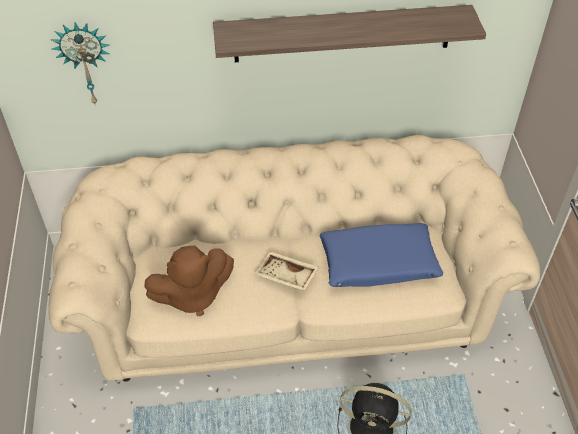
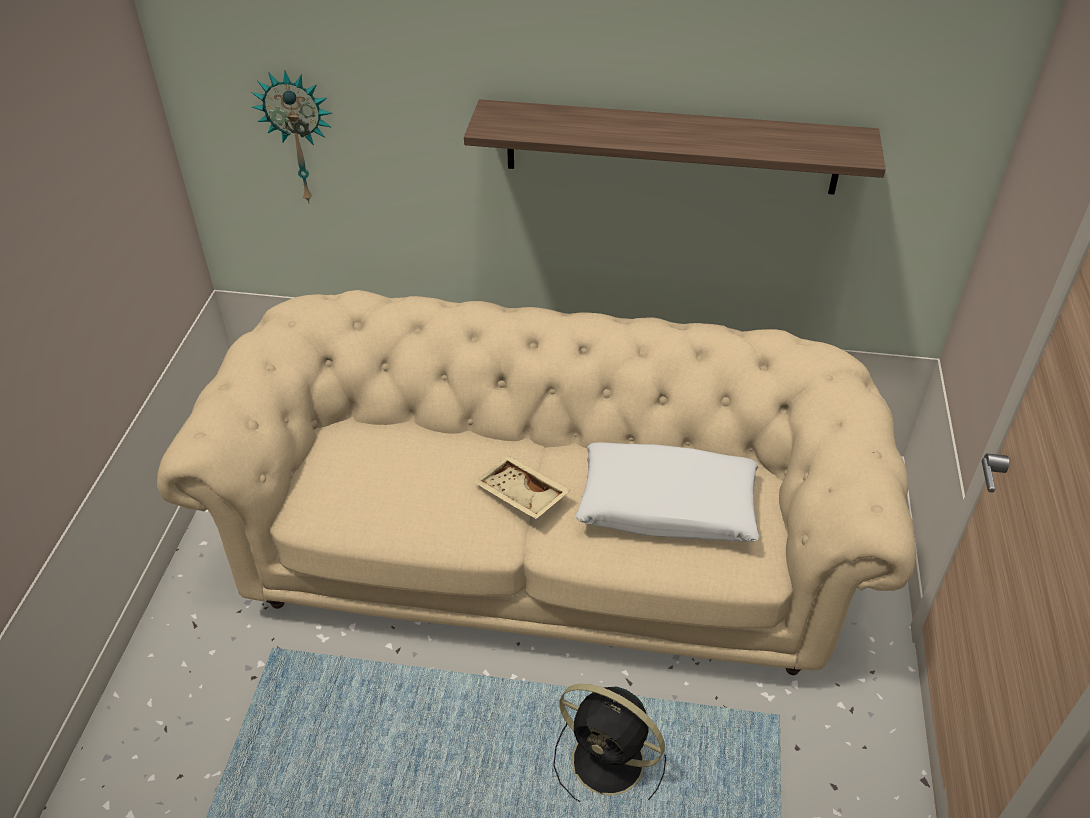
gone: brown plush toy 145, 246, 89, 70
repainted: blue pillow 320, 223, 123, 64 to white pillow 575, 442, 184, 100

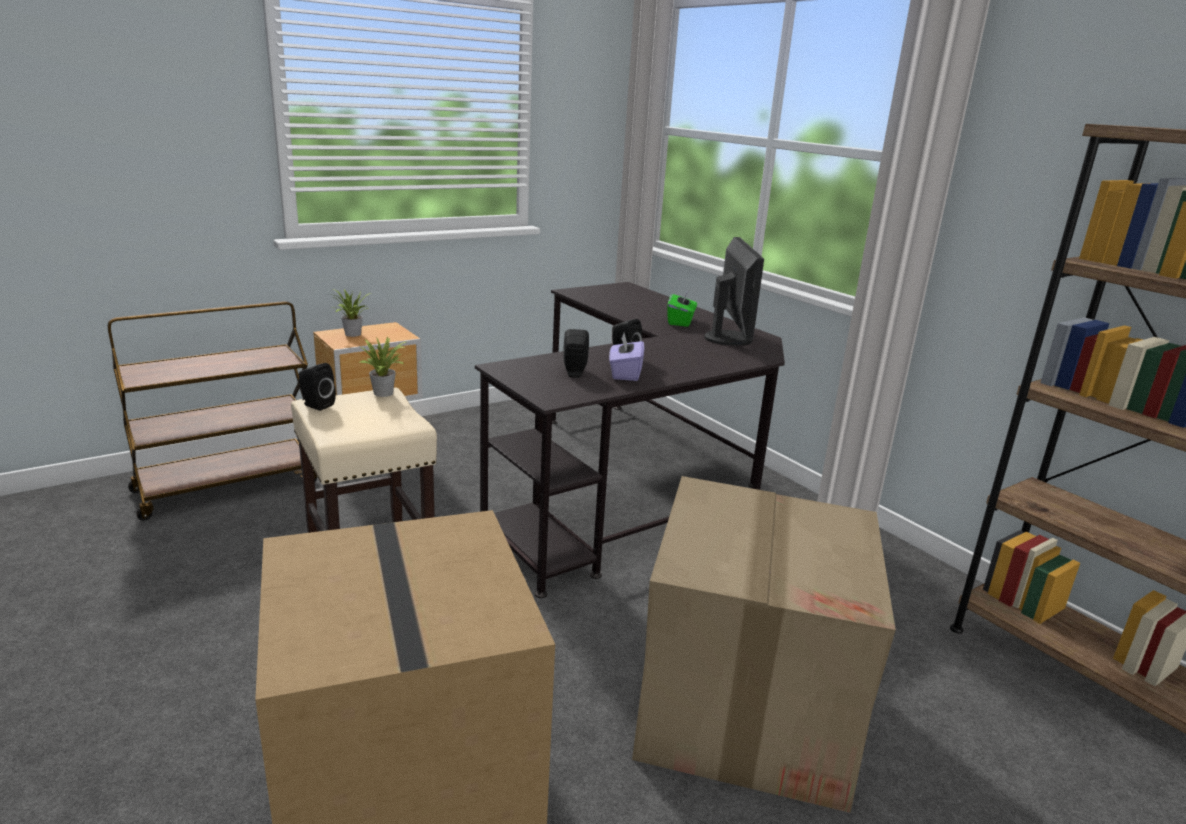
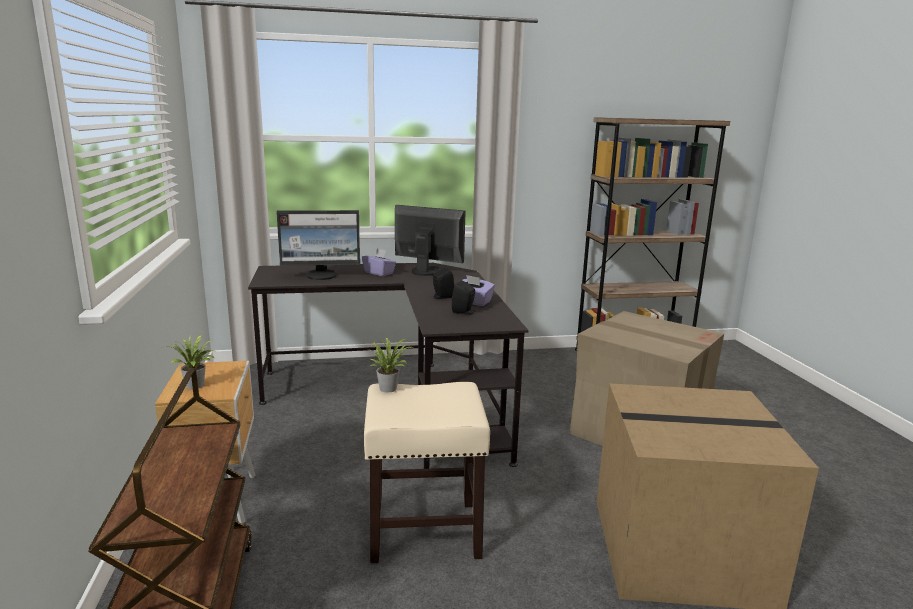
gone: black speaker 299, 363, 37, 48
new: monitor 276, 210, 84, 70
repainted: green tissue box 667, 289, 30, 38 to purple tissue box 362, 249, 34, 27

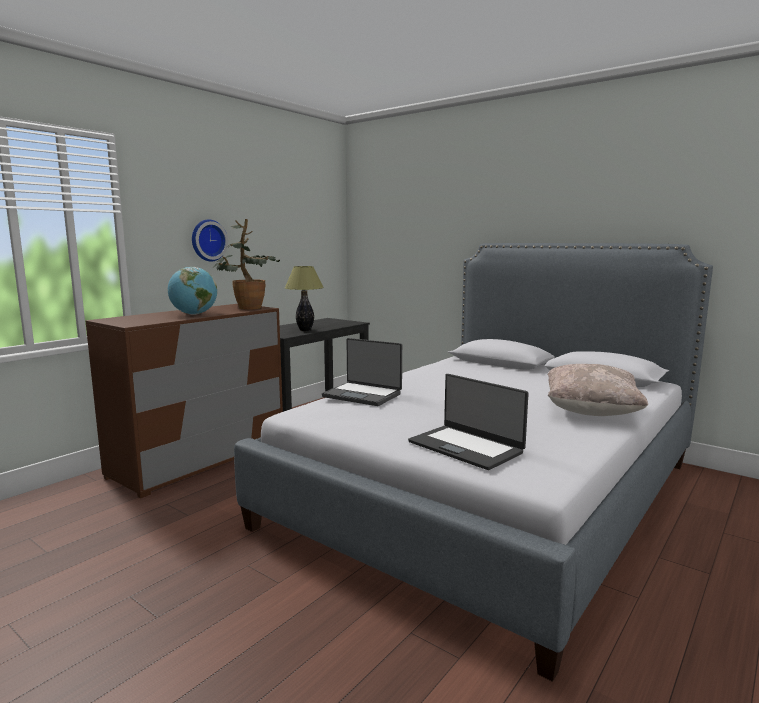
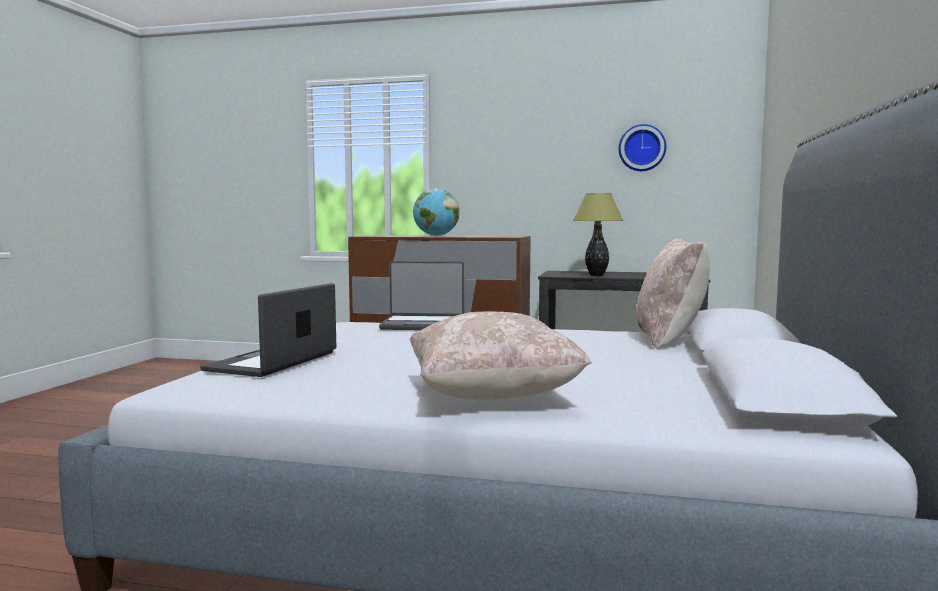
gone: potted plant 213, 219, 67, 91
new: beige pillow 636, 239, 74, 110
shifted: wall clock 192, 219, 36, 43 to 619, 124, 47, 47
rotated: laptop 322, 338, 80, 68 = 379, 261, 85, 69 90 degrees counterclockwise

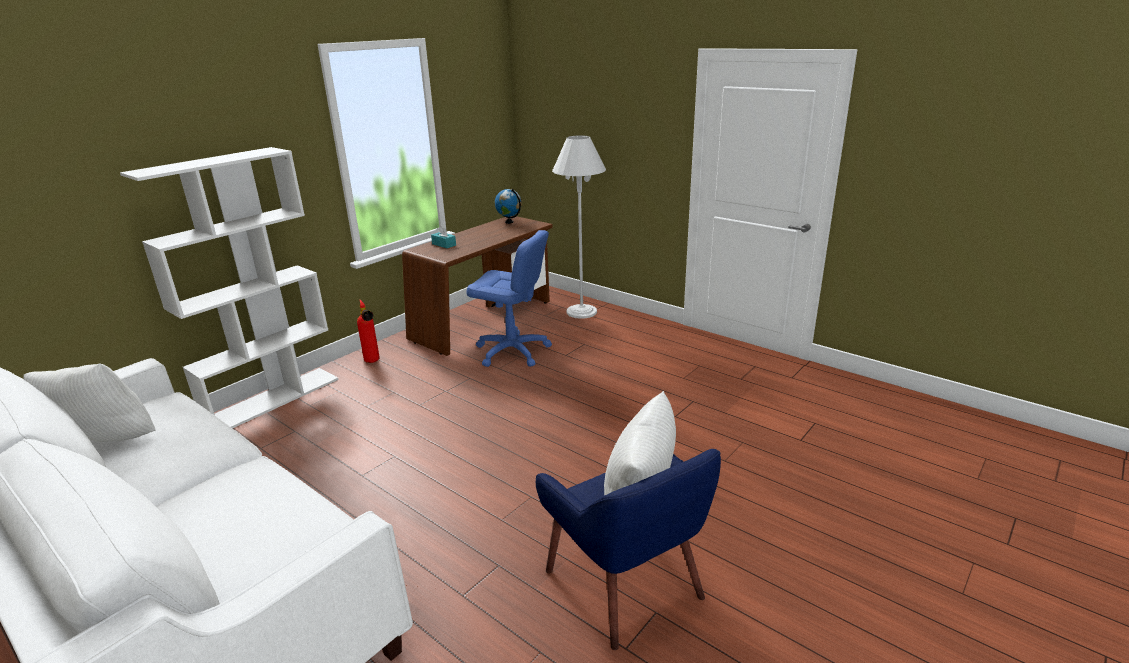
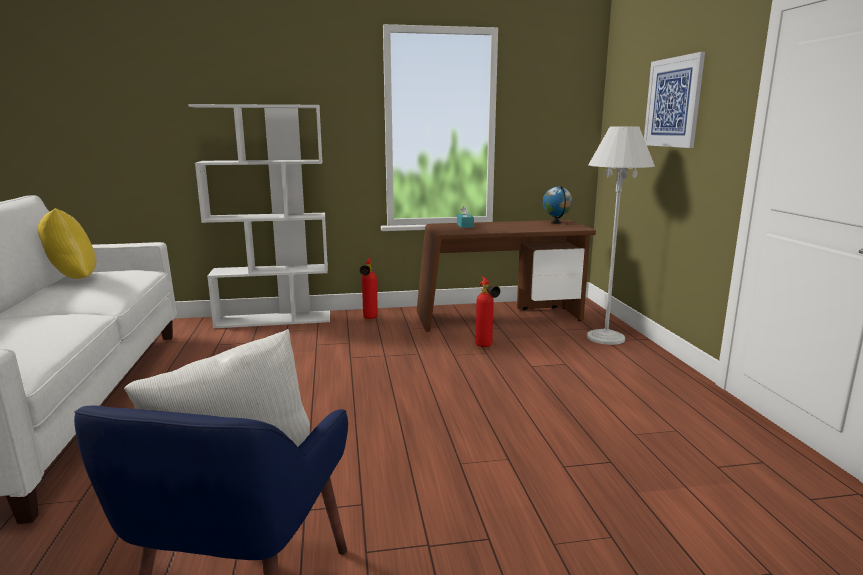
new: picture 644, 52, 61, 96
swapped: blue office chair 466, 230, 86, 137 to fire extinguisher 476, 276, 24, 71
repainted: white pillow 23, 363, 133, 79 to yellow pillow 38, 208, 58, 71

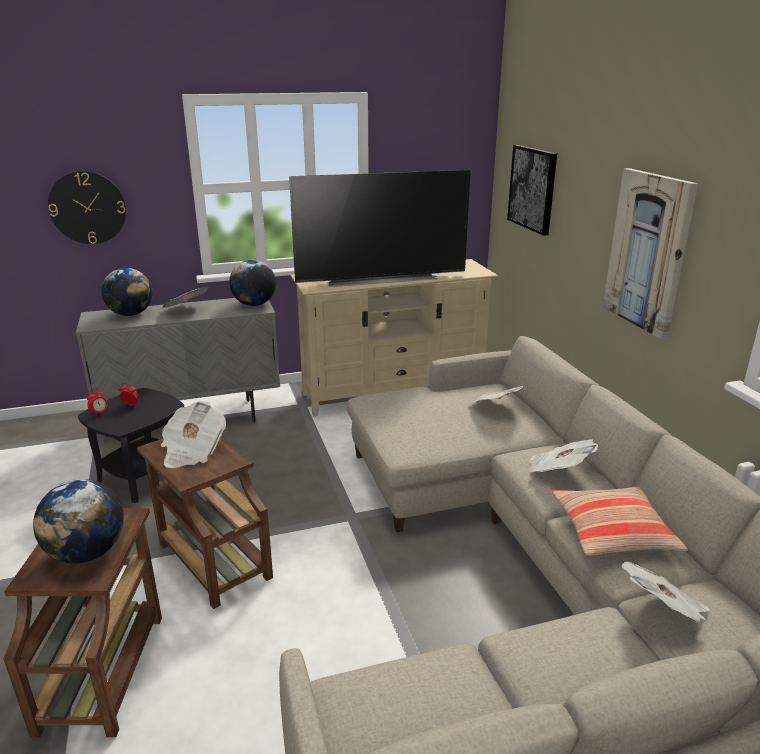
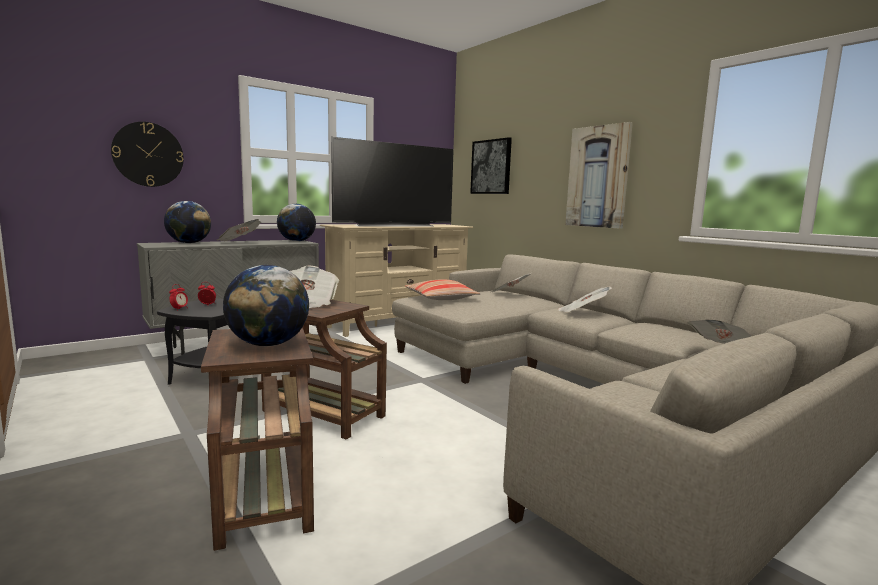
shifted: pillow 552, 486, 136, 70 to 405, 280, 75, 20

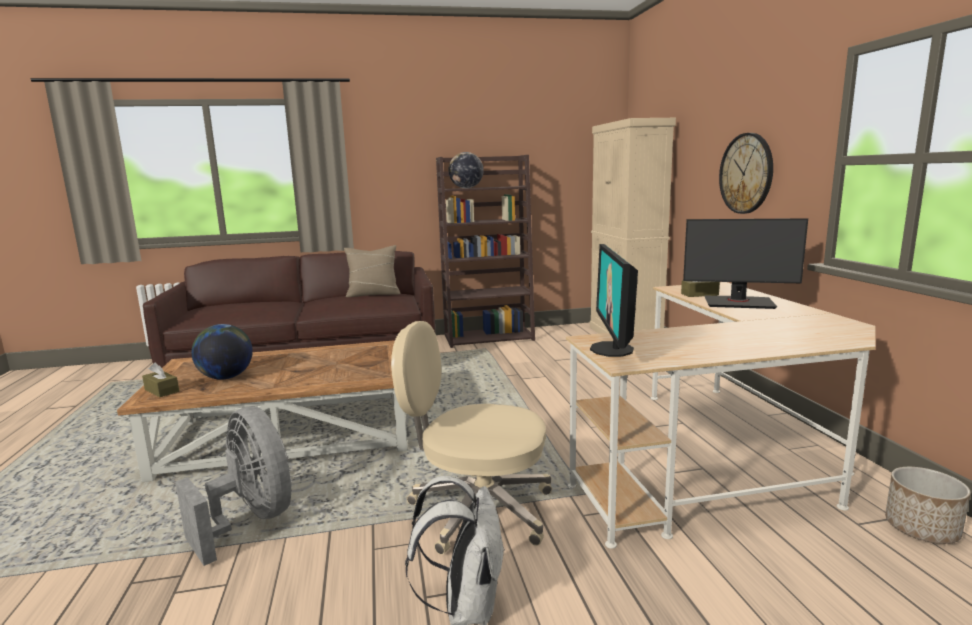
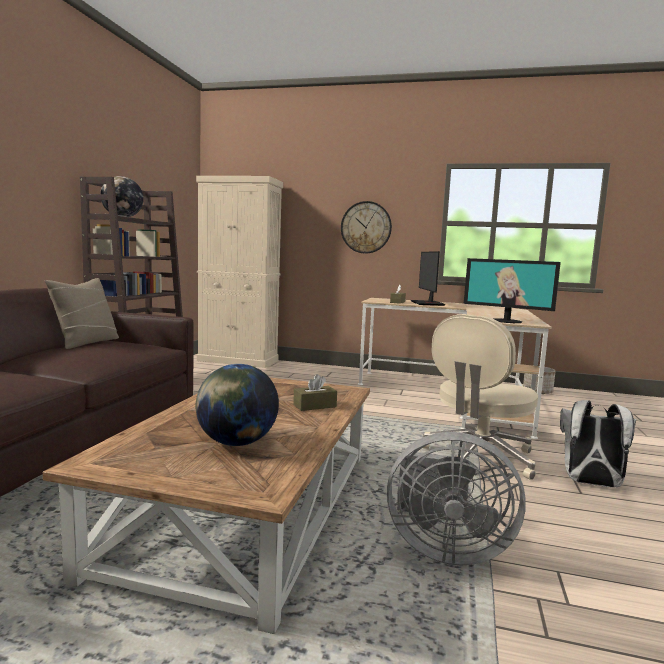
shifted: brown tissue box 142, 362, 37, 35 to 293, 374, 44, 37
rotated: grey fan 175, 406, 116, 160 = 387, 432, 139, 134 150 degrees counterclockwise; monitor 683, 218, 125, 91 = 411, 251, 34, 55 135 degrees clockwise

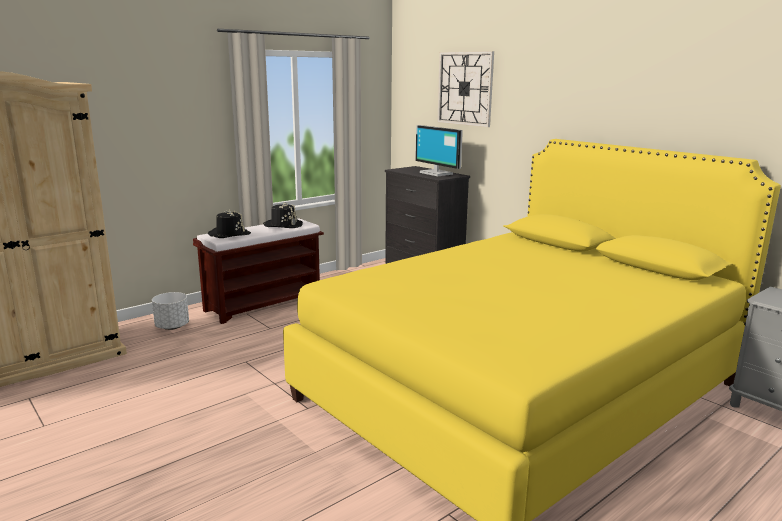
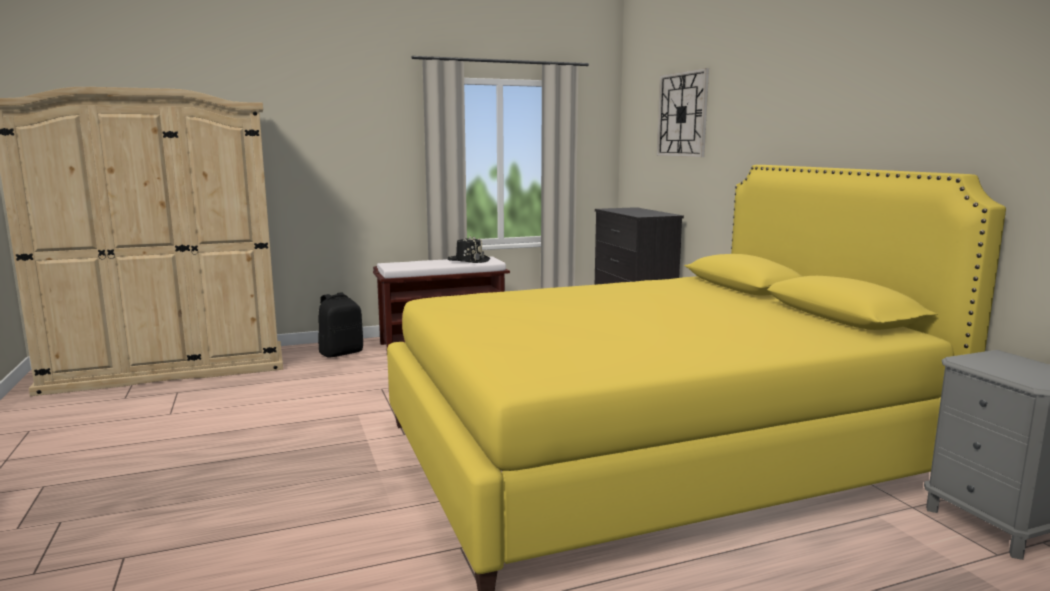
gone: black hat 208, 210, 43, 28; monitor 415, 125, 48, 51
swapped: white planter 152, 292, 37, 38 to black backpack 318, 292, 45, 66

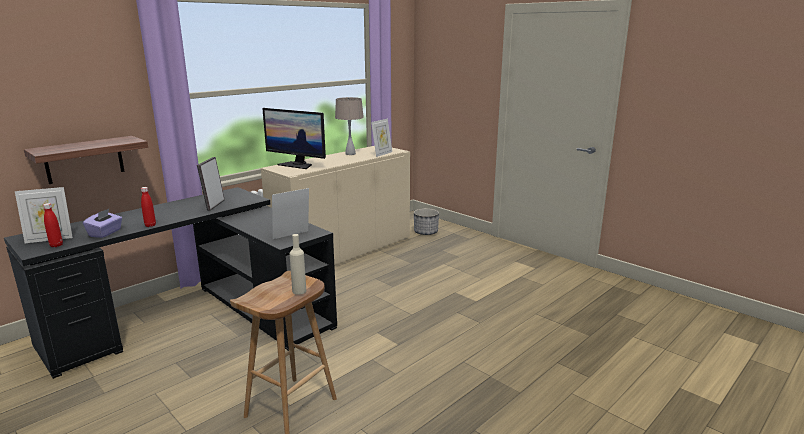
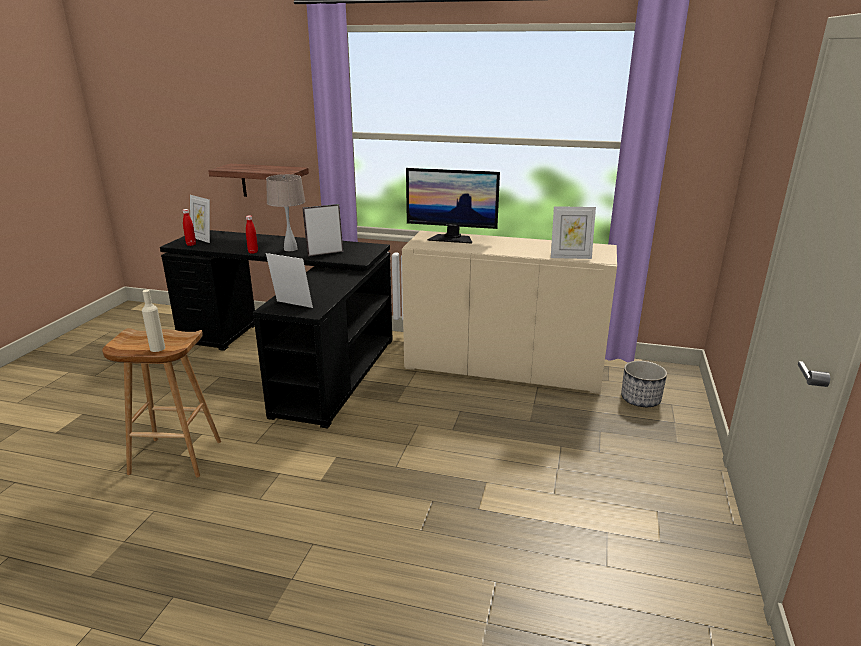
gone: purple tissue box 83, 209, 39, 29
shifted: beige table lamp 335, 97, 29, 58 to 266, 174, 39, 77
rotated: monitor 262, 108, 64, 61 = 406, 168, 94, 76 75 degrees counterclockwise

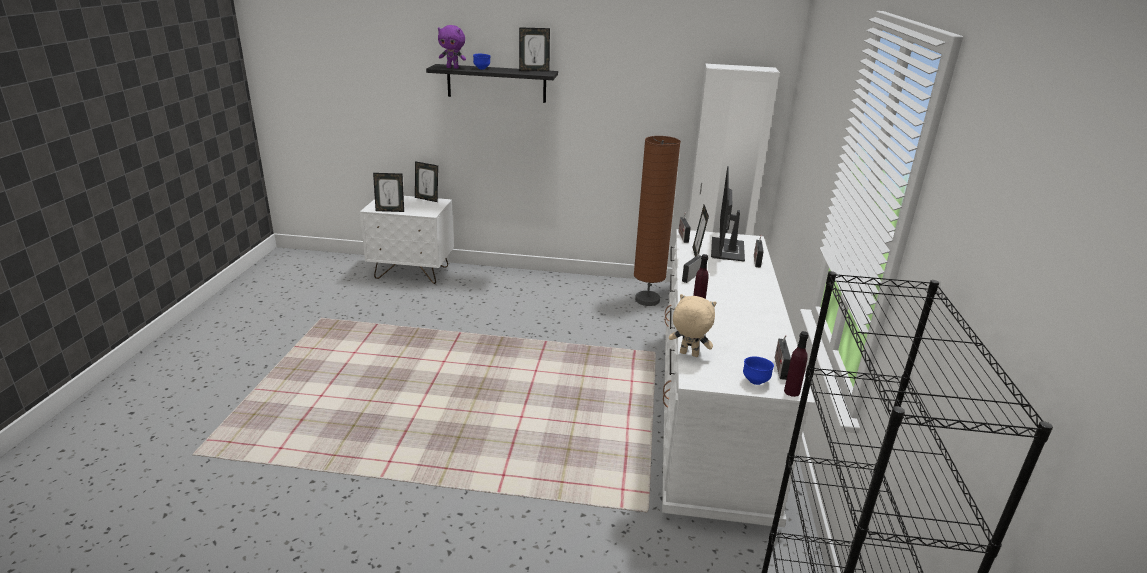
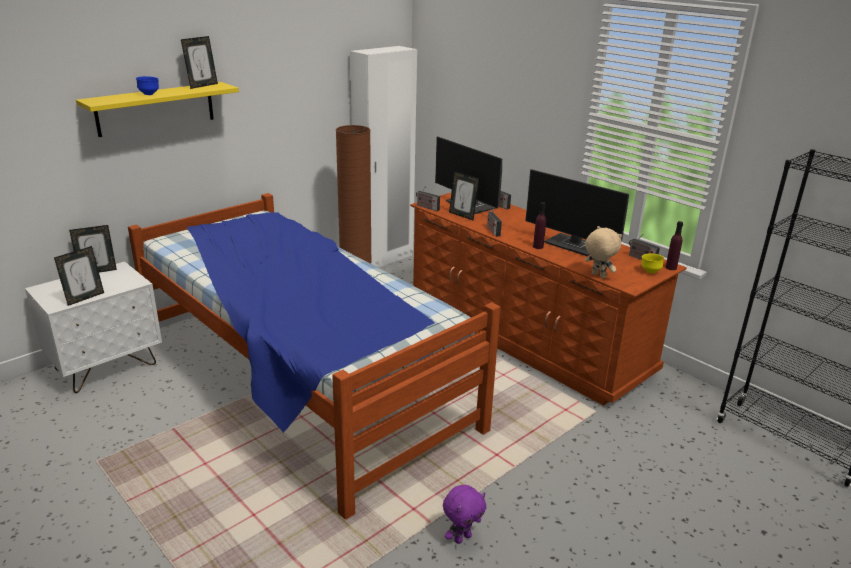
new: bed 128, 193, 373, 327; monitor 525, 169, 104, 87
shifted: purple plush toy 438, 25, 28, 44 to 443, 485, 43, 59
repainted: black shelf 426, 64, 132, 39 to yellow shelf 76, 82, 163, 55; white dresser 662, 229, 153, 298 to brown dresser 410, 192, 277, 214; blue bowl 743, 357, 31, 28 to yellow bowl 641, 253, 23, 20
rotated: beige plush toy 669, 294, 48, 63 = 585, 226, 37, 52 75 degrees clockwise

